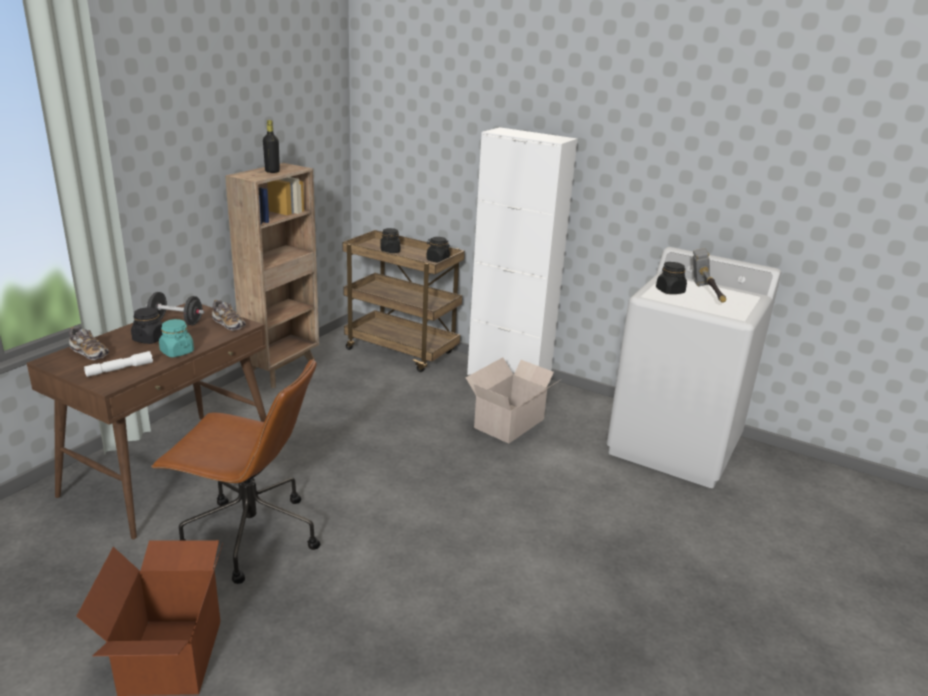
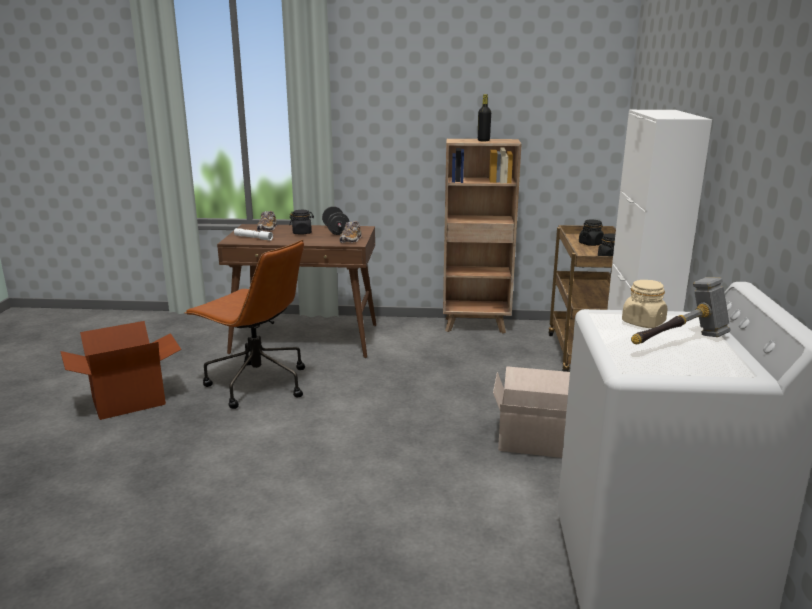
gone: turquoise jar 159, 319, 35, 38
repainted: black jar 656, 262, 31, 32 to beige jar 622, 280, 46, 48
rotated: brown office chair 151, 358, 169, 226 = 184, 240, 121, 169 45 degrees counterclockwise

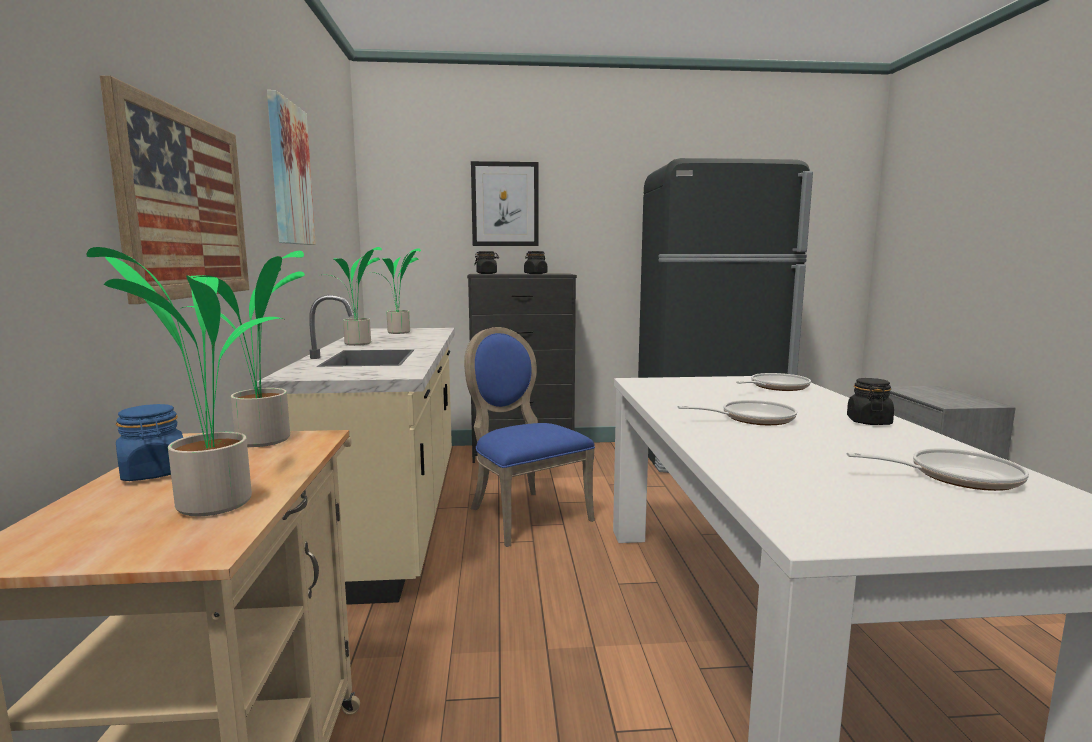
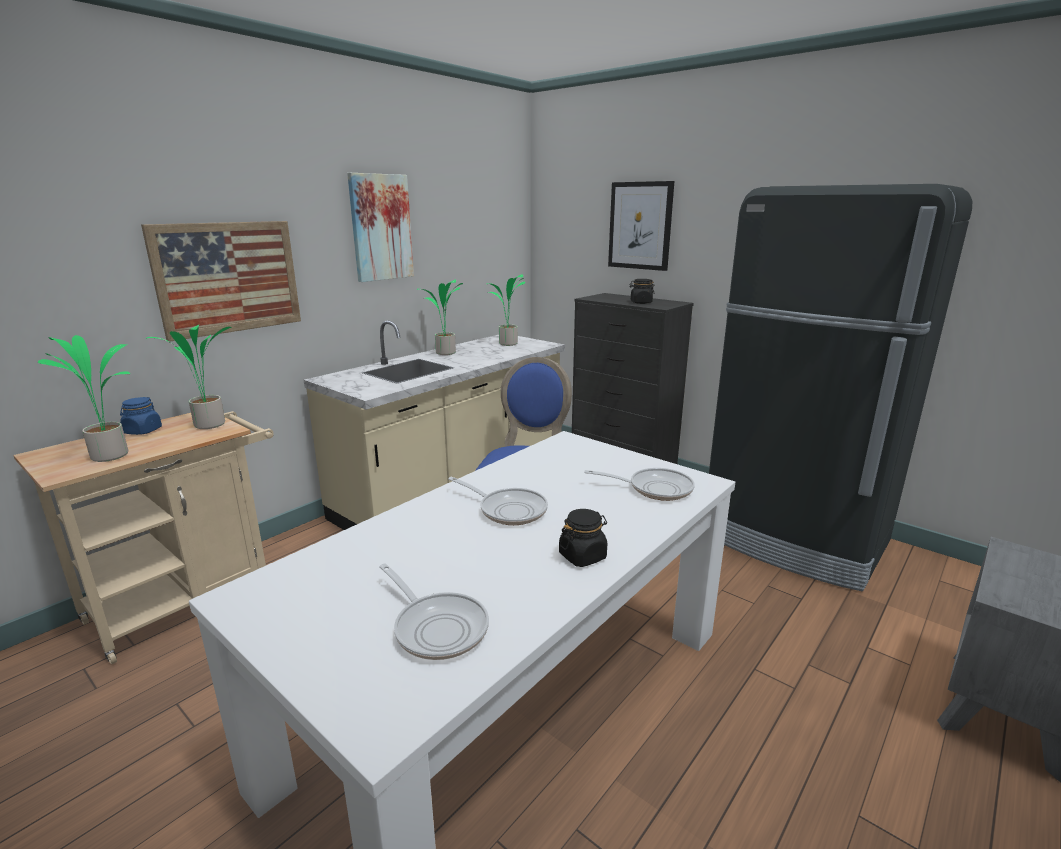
gone: black jar 474, 251, 25, 23

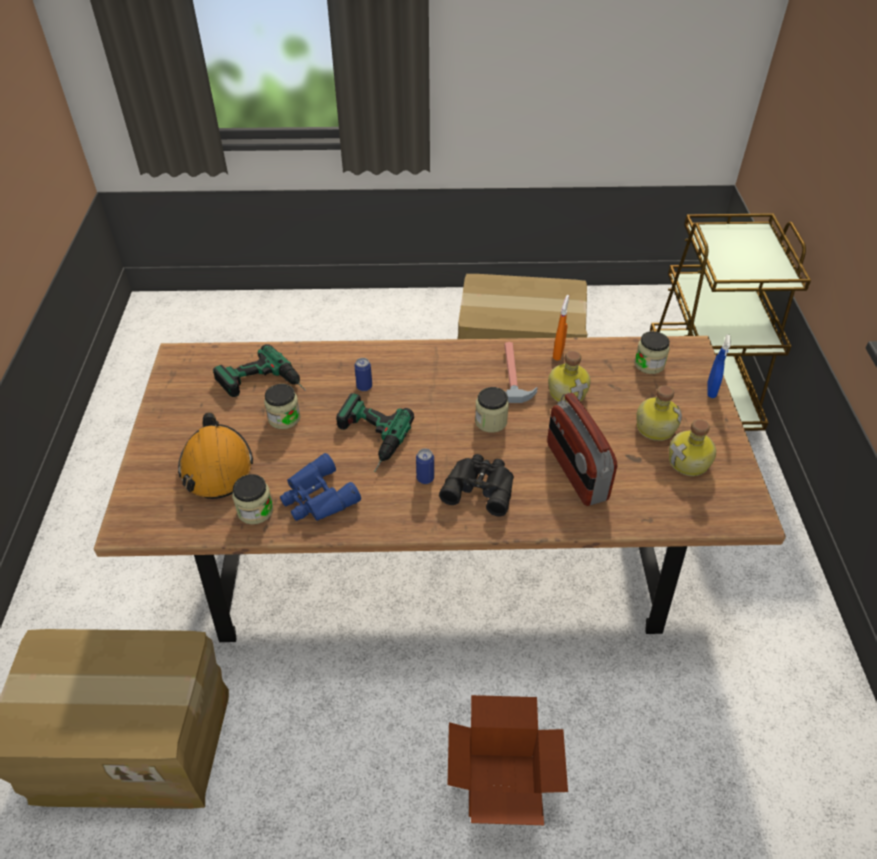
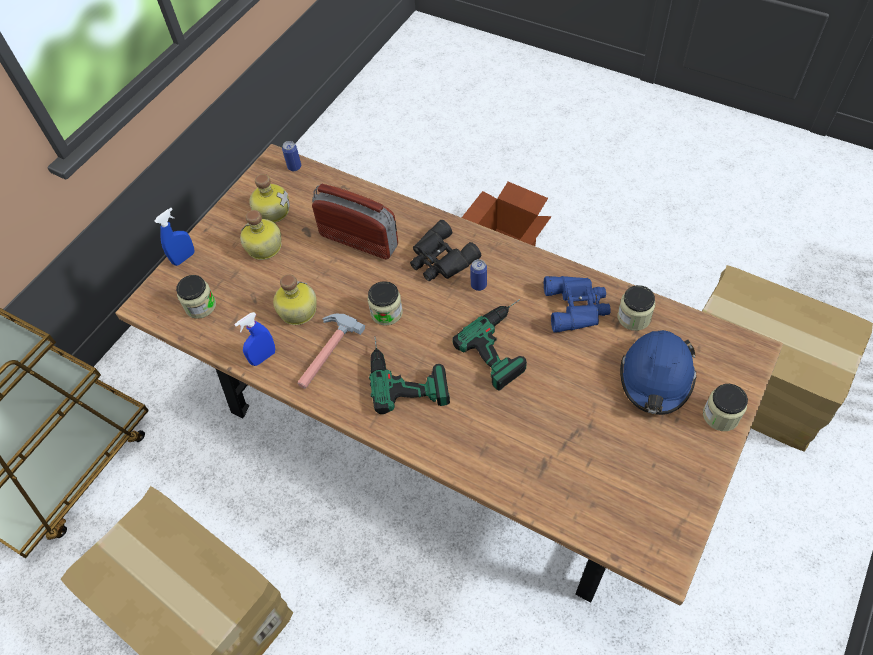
shifted: can 354, 358, 18, 33 to 282, 141, 19, 30; power drill 213, 344, 93, 53 to 369, 338, 81, 76; jar 264, 384, 37, 45 to 703, 384, 45, 47
repainted: orange spray bottle 553, 295, 16, 66 to blue spray bottle 234, 312, 41, 54; orange hard hat 178, 412, 75, 87 to blue hard hat 620, 330, 77, 85
rotated: radio 547, 393, 70, 113 = 312, 184, 86, 76 75 degrees counterclockwise

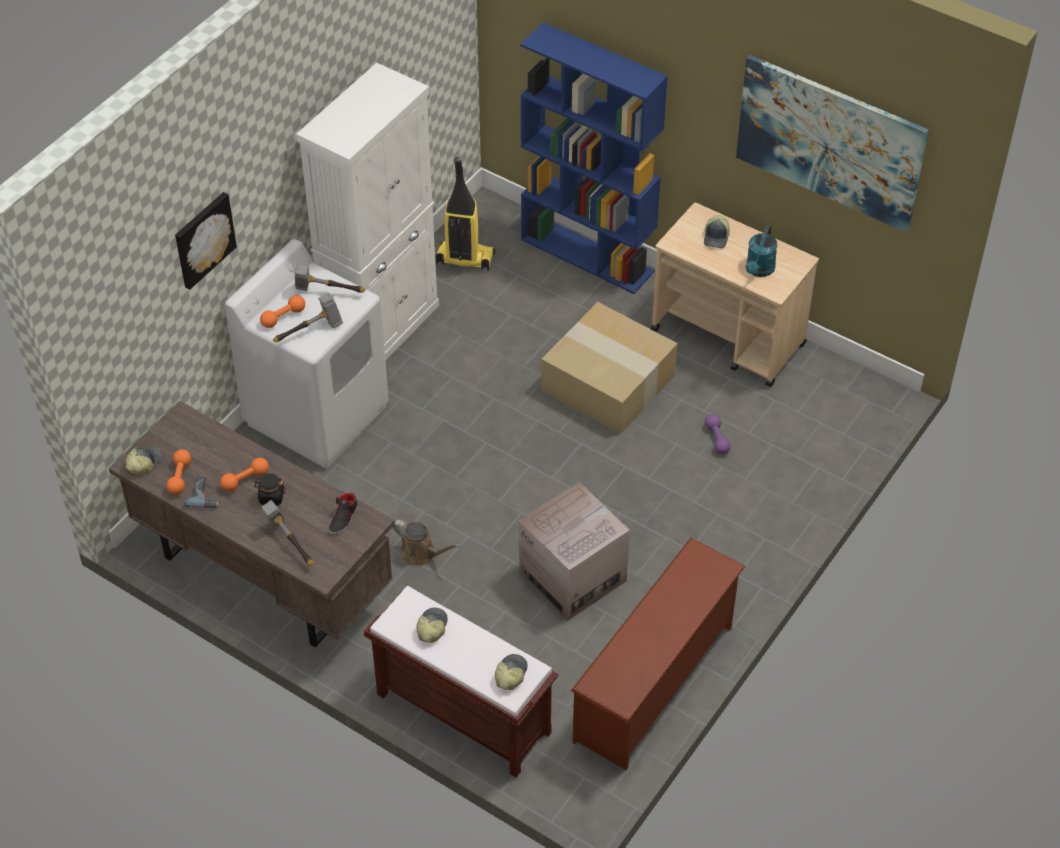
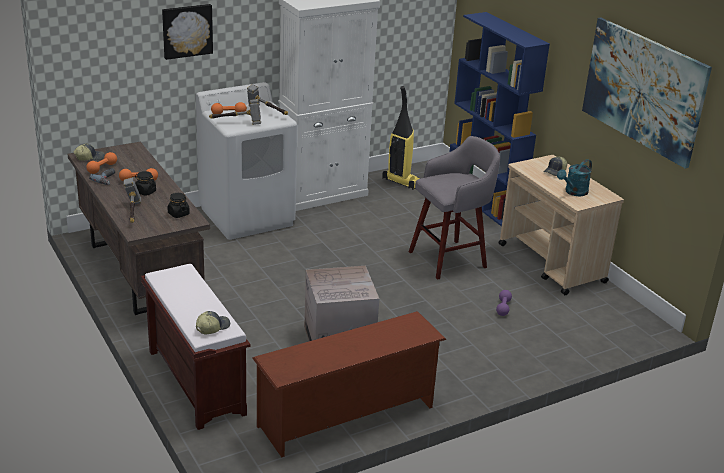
gone: brown watering can 393, 520, 67, 47; cap 416, 608, 32, 35
swapped: black shoe 329, 493, 29, 42 to black jar 167, 193, 23, 25; cardboard box 541, 302, 137, 132 to grey stool 409, 136, 91, 144

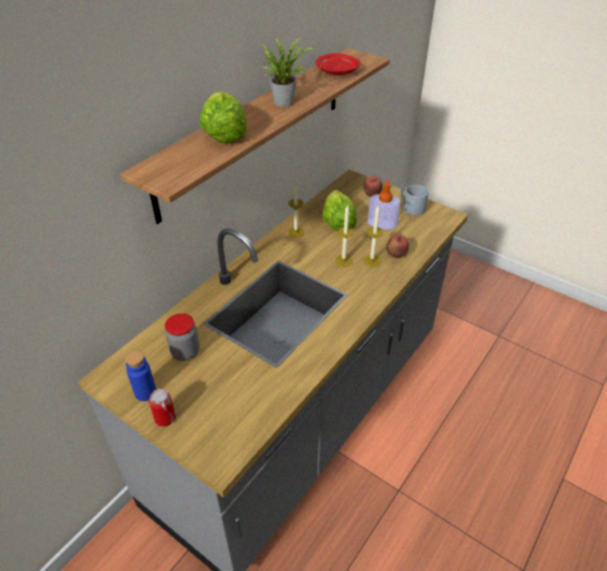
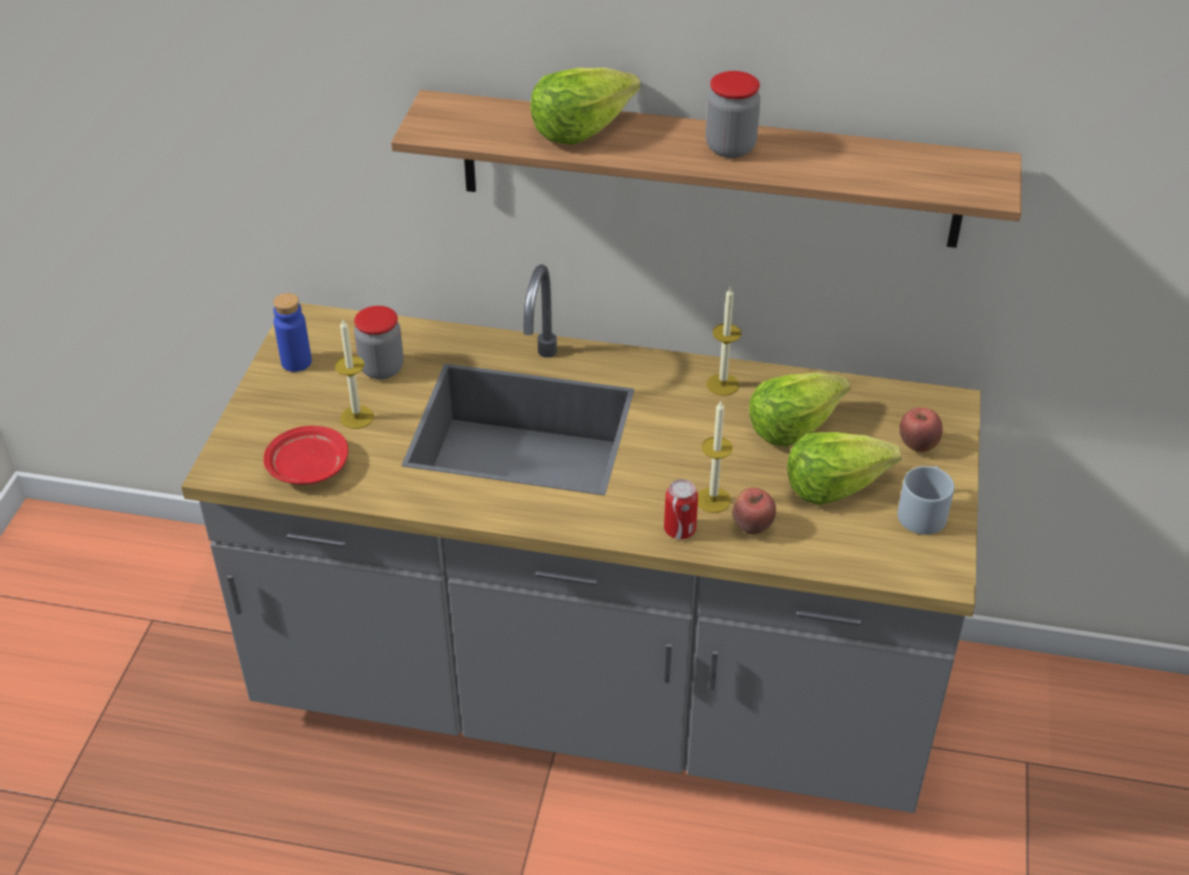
shifted: red plate 316, 53, 44, 22 to 264, 426, 84, 59; candle 335, 205, 19, 62 to 335, 319, 39, 110; can 149, 389, 27, 38 to 664, 479, 34, 60
swapped: potted plant 260, 38, 54, 69 to jar 706, 71, 54, 87; soap dispenser 368, 180, 33, 49 to lettuce 787, 432, 115, 73

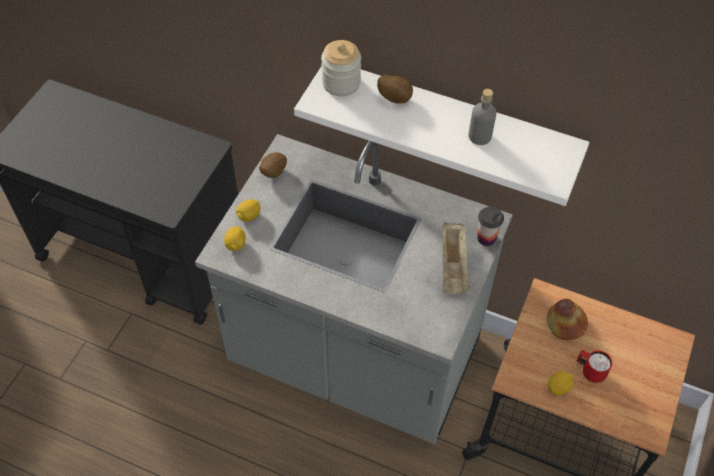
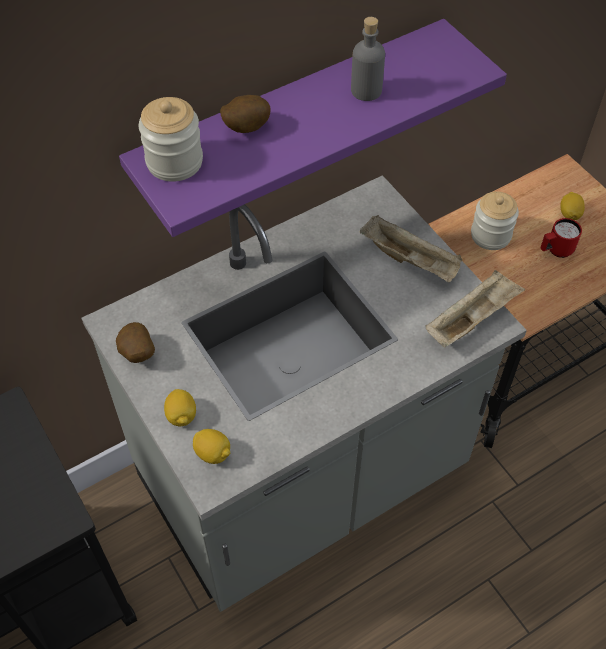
gone: cup 477, 207, 27, 39
new: beige tray 426, 270, 99, 78
shifted: lemon 548, 372, 25, 23 to 560, 192, 25, 28
swapped: bread 547, 299, 41, 41 to jar 471, 192, 48, 58
repainted: white shelf 294, 66, 296, 140 to purple shelf 119, 19, 388, 218

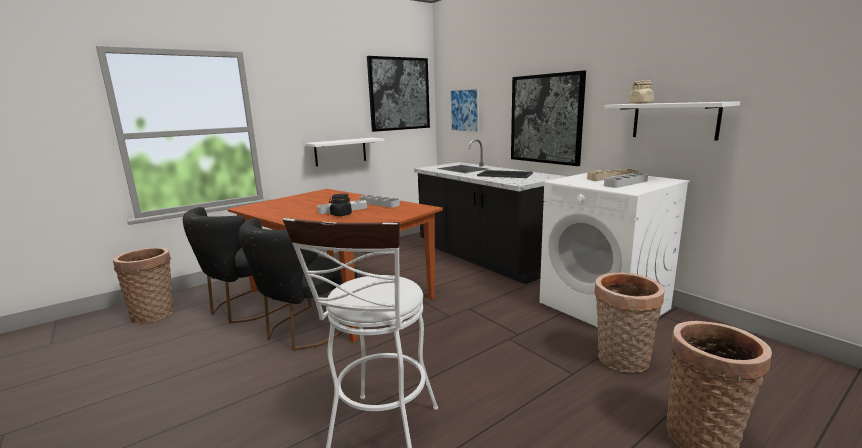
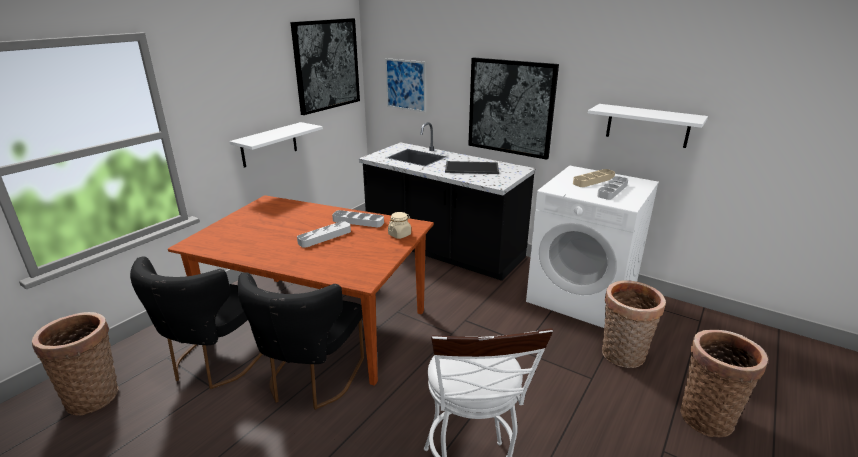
gone: black jar 329, 194, 23, 22
shifted: beige jar 629, 81, 25, 23 to 388, 212, 23, 27

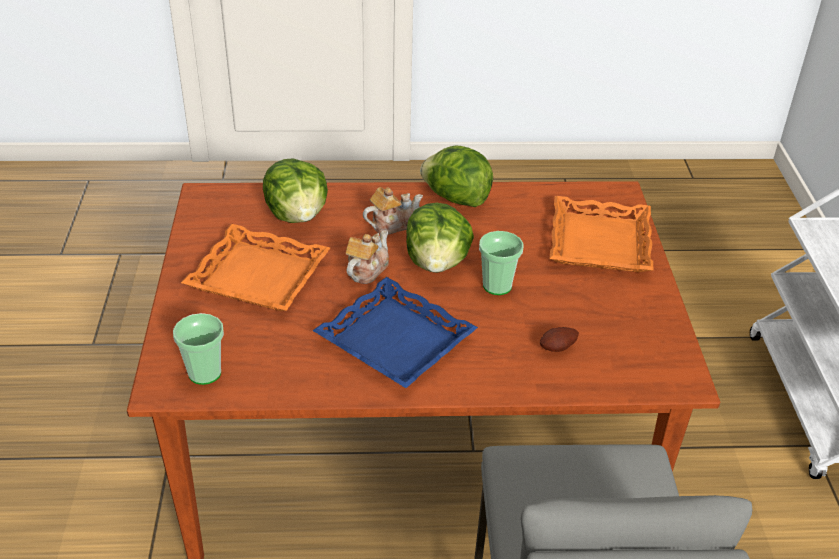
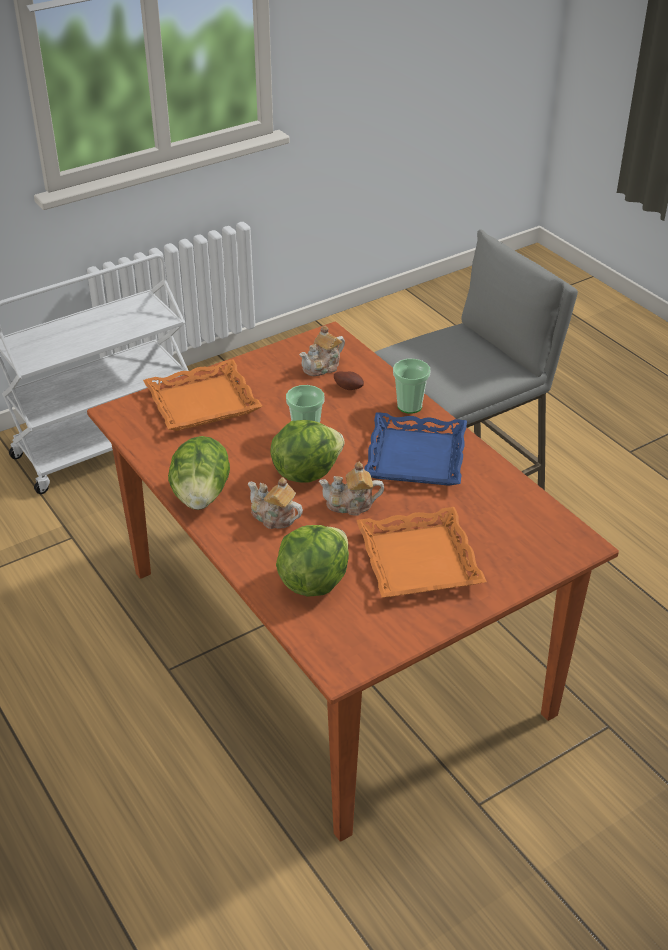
new: teapot 300, 326, 45, 50
shifted: cup 173, 313, 51, 72 to 393, 359, 37, 55

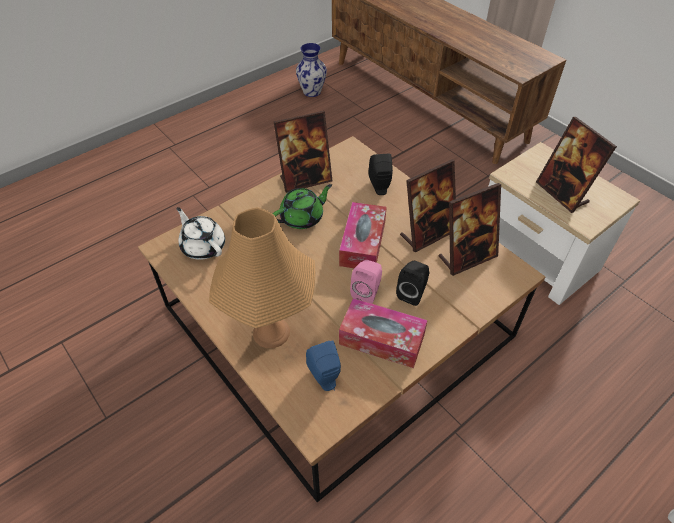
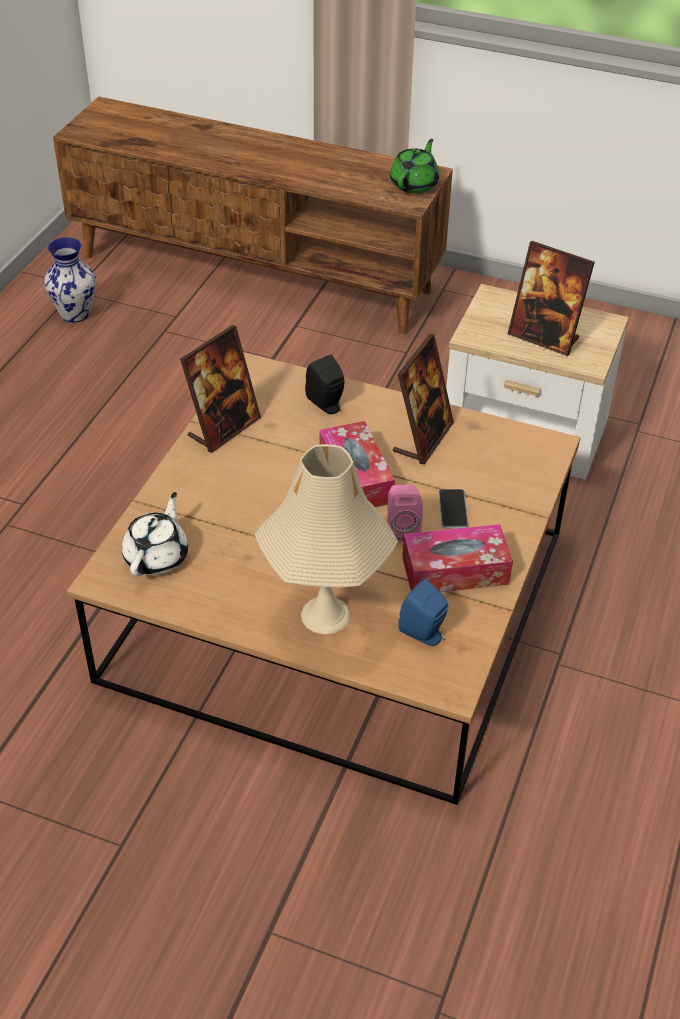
gone: picture frame 438, 183, 63, 93
shifted: green teapot 273, 184, 59, 45 to 390, 139, 49, 54
swapped: black speaker 396, 261, 34, 45 to phone 438, 489, 30, 39
repainted: orange table lamp 209, 207, 107, 141 to beige table lamp 254, 444, 144, 190
rotated: white teapot 177, 207, 48, 53 = 122, 492, 66, 84 90 degrees clockwise

